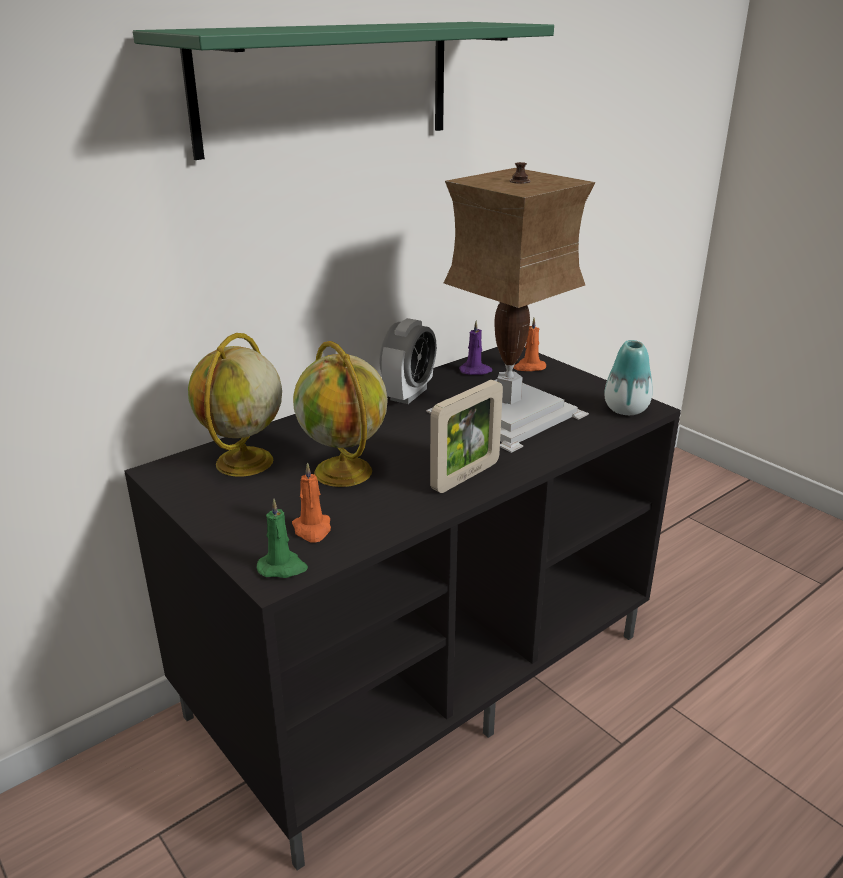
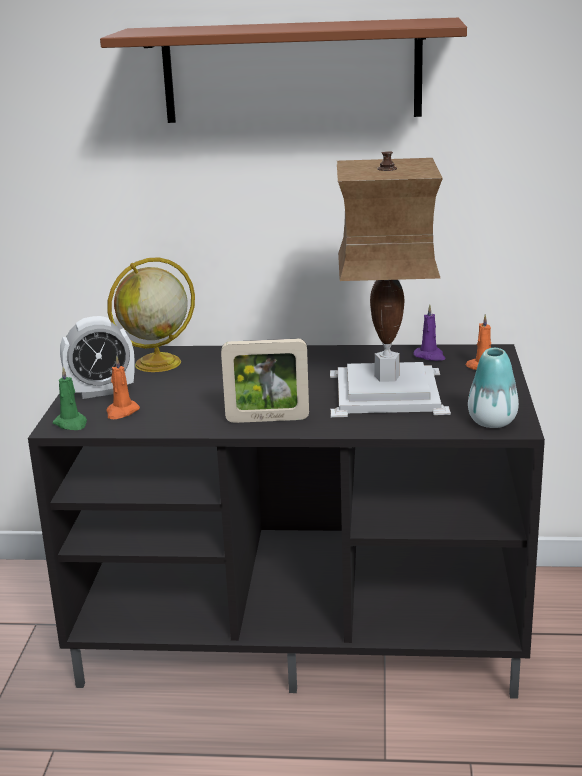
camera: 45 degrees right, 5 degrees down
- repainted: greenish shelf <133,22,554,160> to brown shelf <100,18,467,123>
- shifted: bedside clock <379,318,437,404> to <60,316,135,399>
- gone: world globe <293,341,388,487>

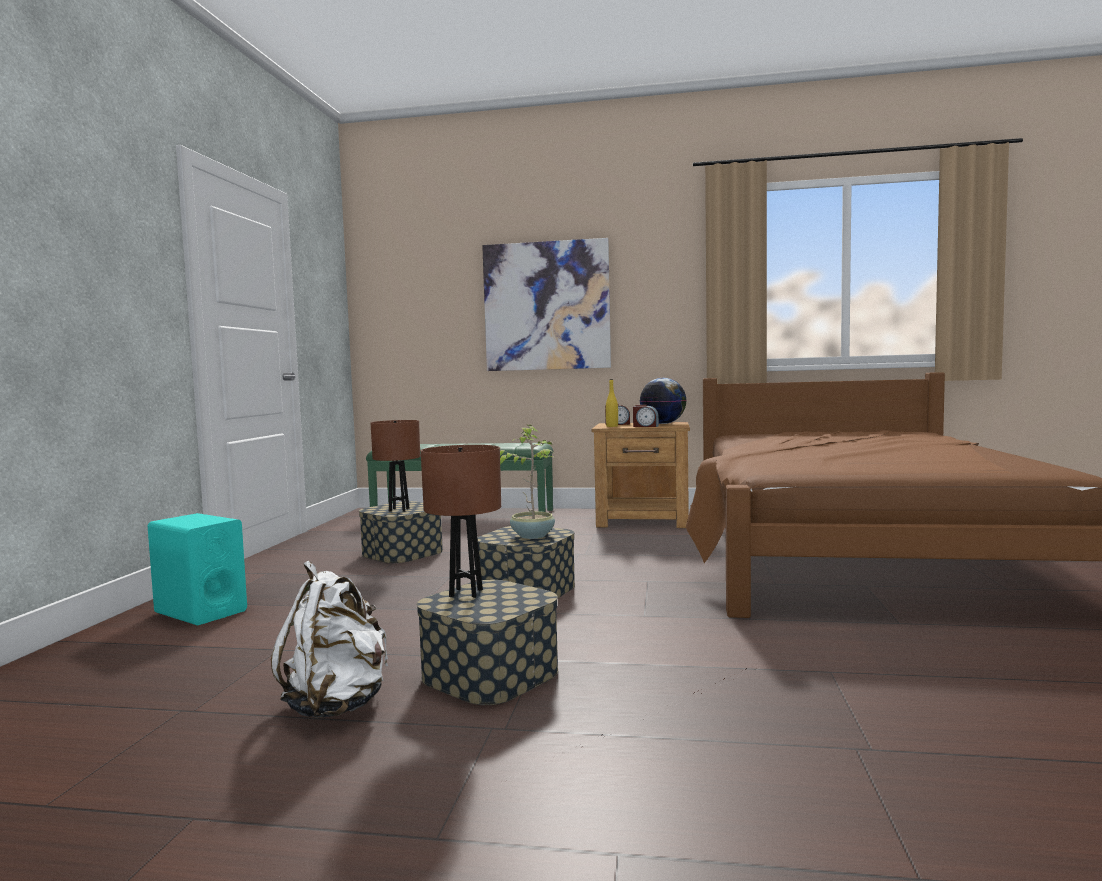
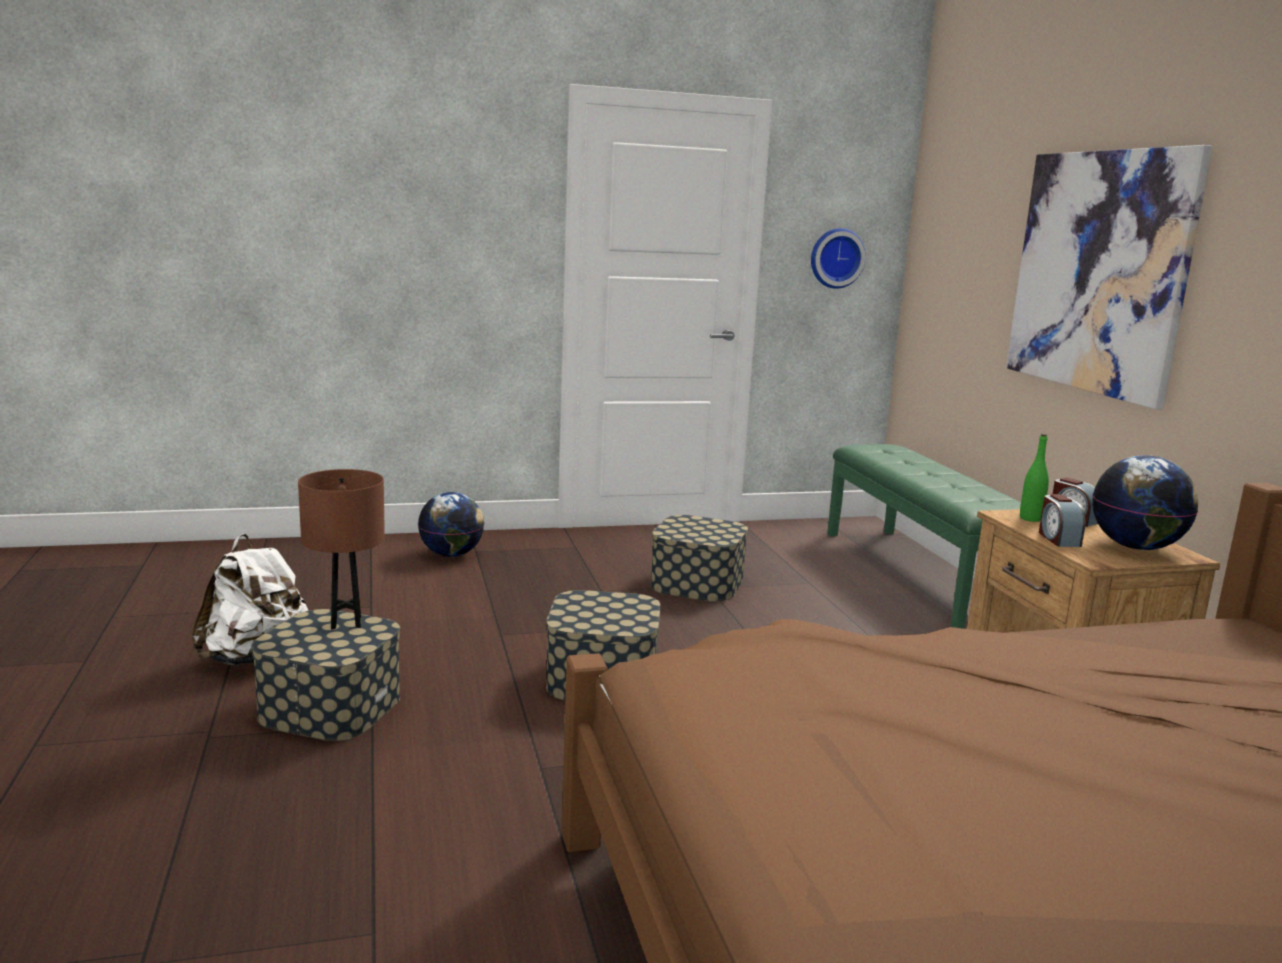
camera: 65 degrees right, 10 degrees up
- repainted: yellow-coloured beverage bottle <606,379,618,427> to greenish beverage bottle <1020,434,1049,522>
- gone: brown tabletop lamp <371,420,420,512>
- gone: plant in a pot <500,425,556,539>
- swapped: blue-green loudspeaker <148,513,247,625> to world globe <418,492,484,557>
- new: clock on the wall <811,228,866,289>

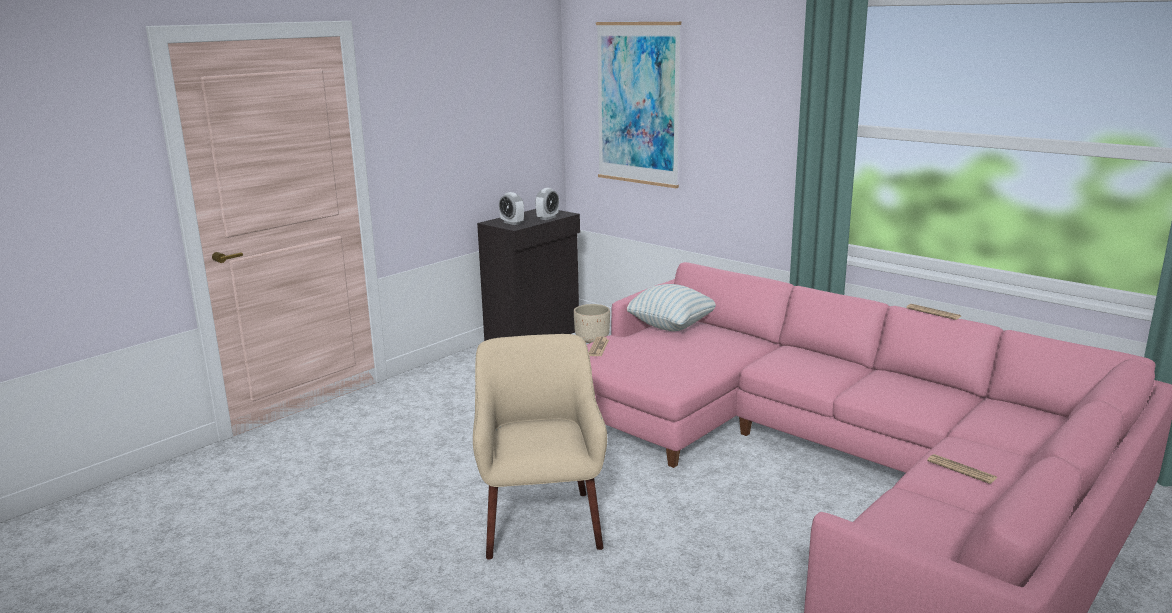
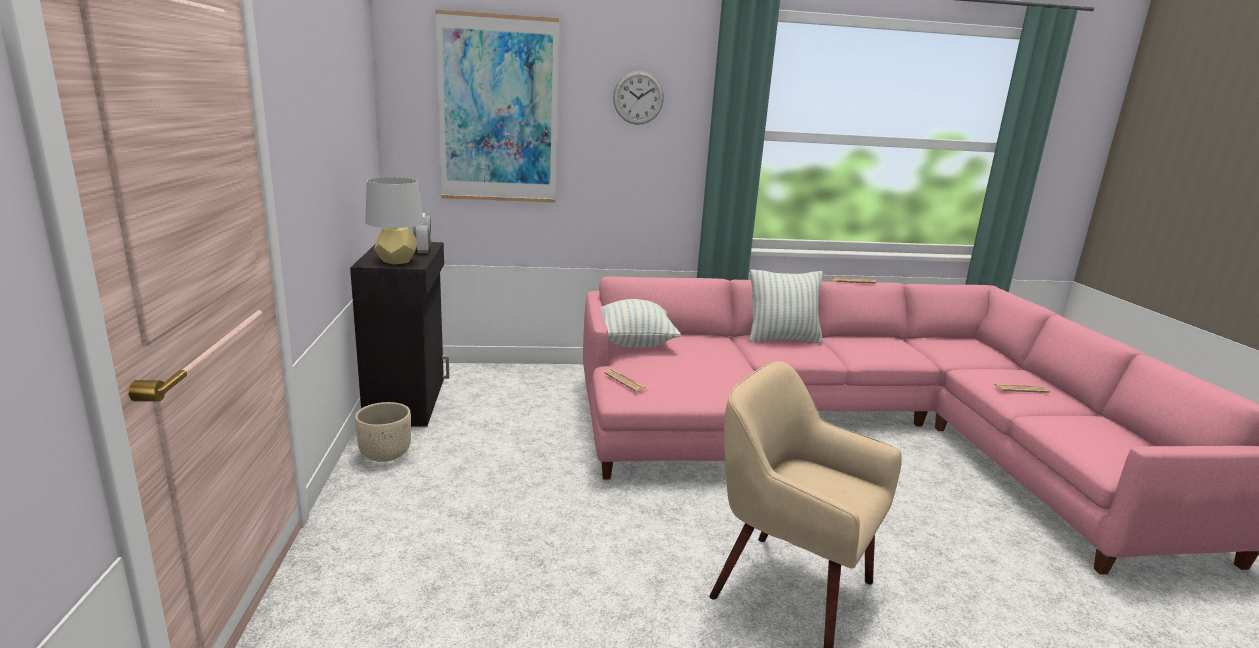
camera: 50 degrees left, 0 degrees up
- swapped: bedside clock <499,192,524,225> to gray tabletop lamp <365,177,424,265>
- shifted: beige flower pot <574,304,610,343> to <355,402,411,462>
- new: clock on the wall <613,71,664,125>
- new: throw pillow <749,269,823,343>

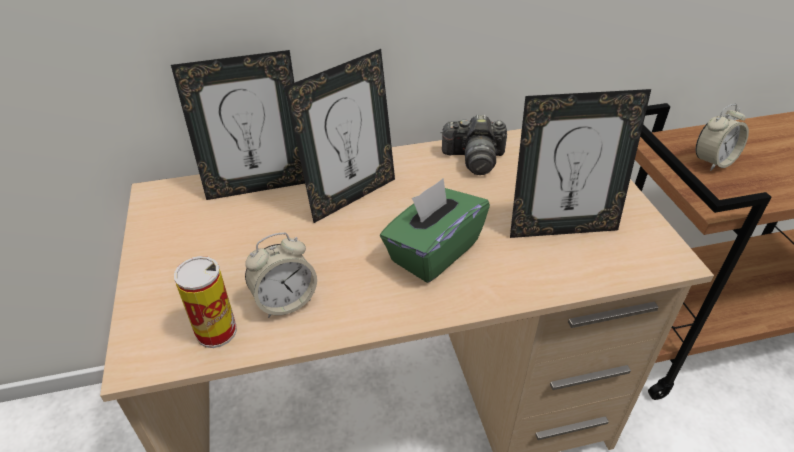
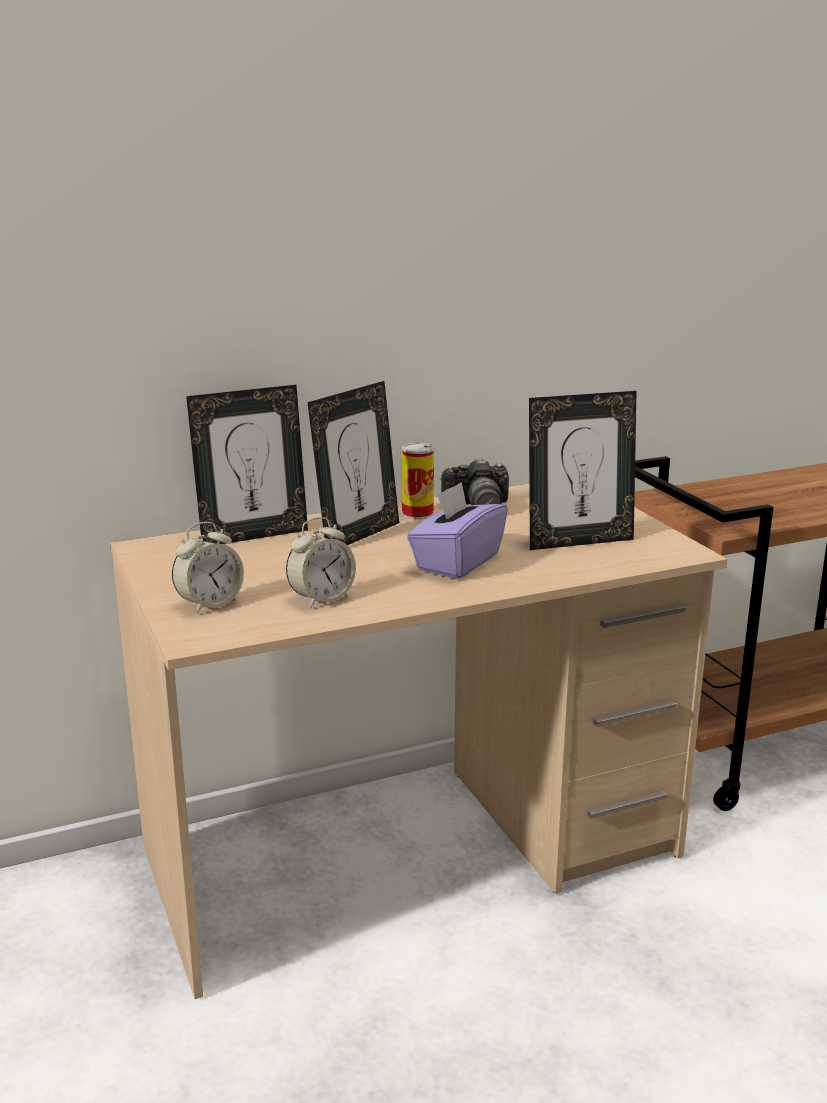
camera: 10 degrees left, 20 degrees down
- shifted: bedside clock <696,104,749,171> to <172,522,244,614>
- repainted: greenish tissue holder <380,178,490,283> to purplish tissue holder <407,482,508,579>
- shifted: metal can <174,256,237,348> to <402,443,434,520>

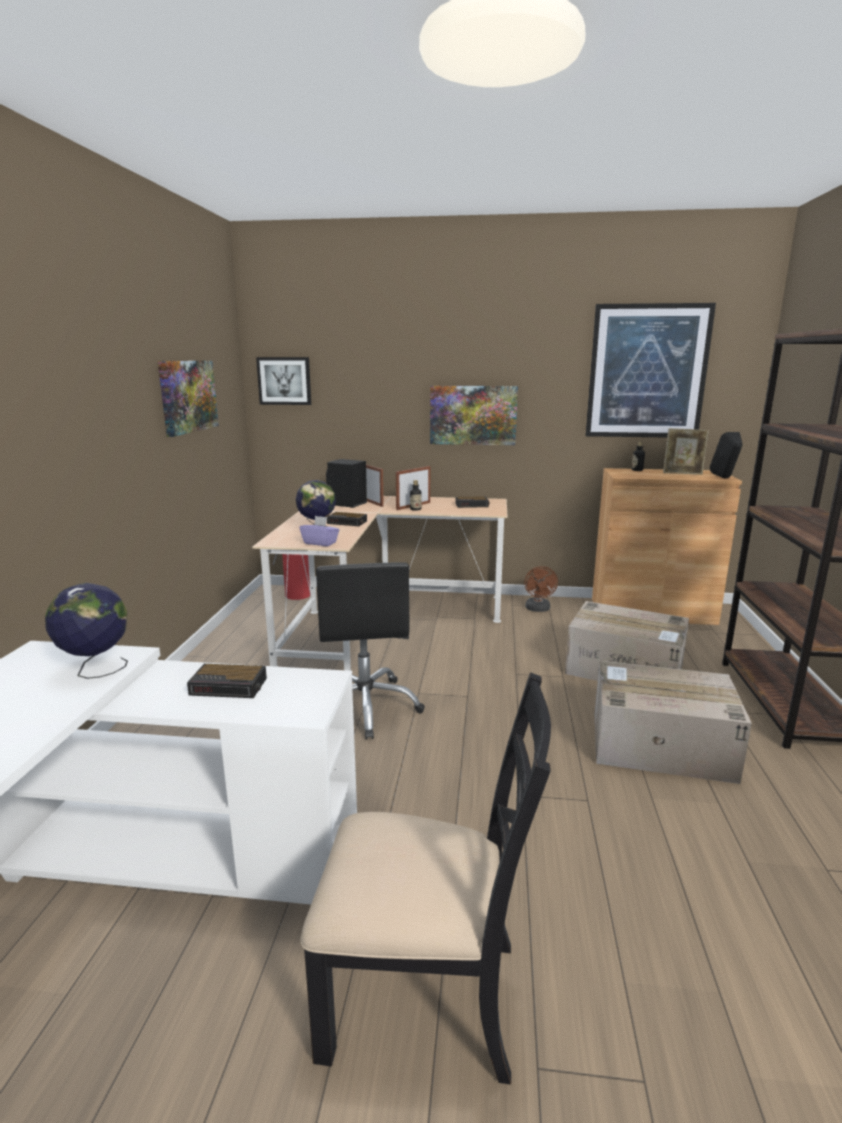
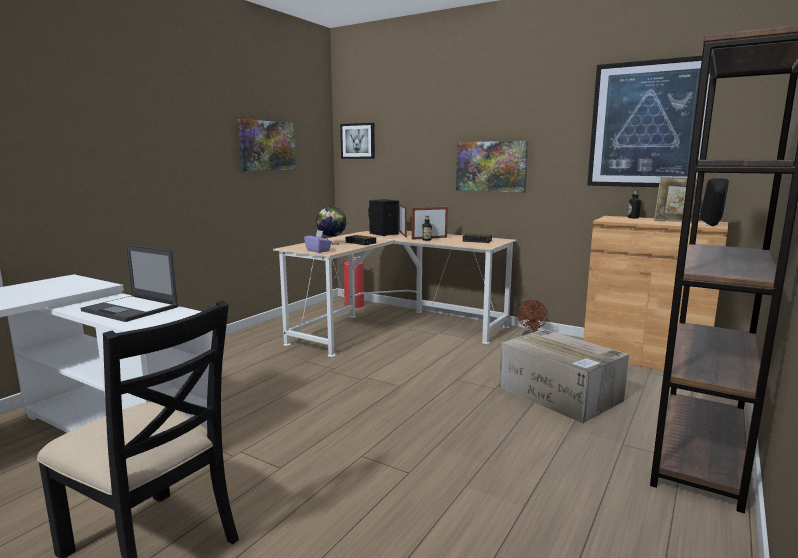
camera: 25 degrees right, 5 degrees down
- gone: black desk chair <316,563,425,739>
- gone: world globe <45,583,128,679>
- gone: carton <594,661,752,784>
- swapped: bedside clock <187,664,267,698> to laptop <80,245,178,322>

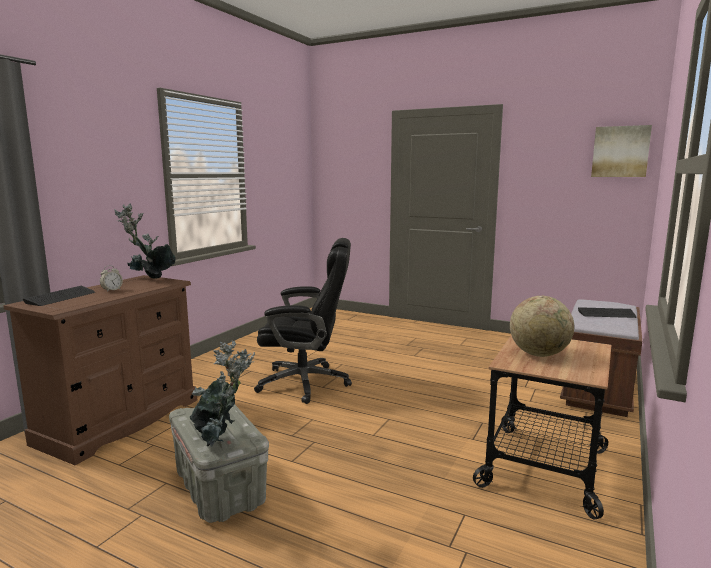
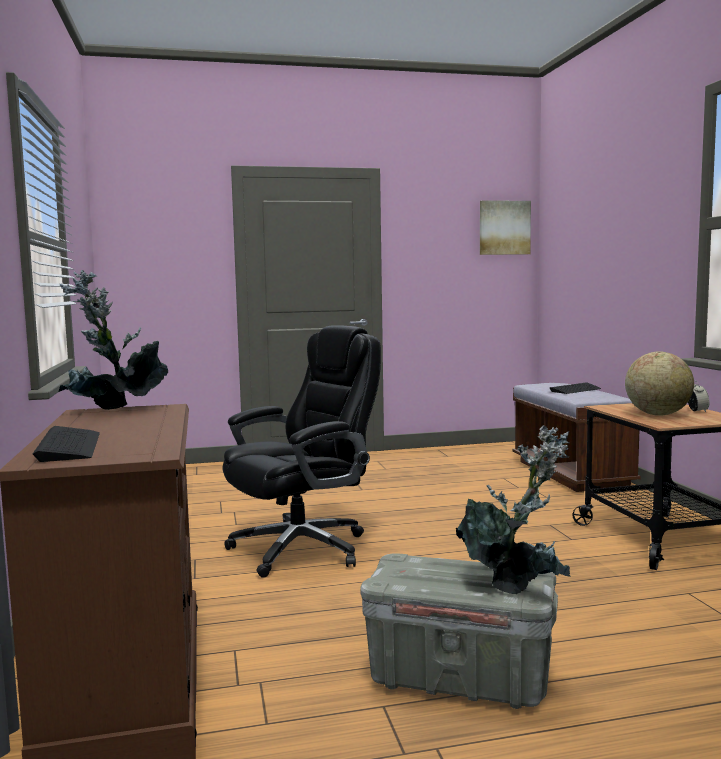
camera: 40 degrees left, 5 degrees down
- shifted: bedside clock <100,265,123,292> to <688,380,709,412>

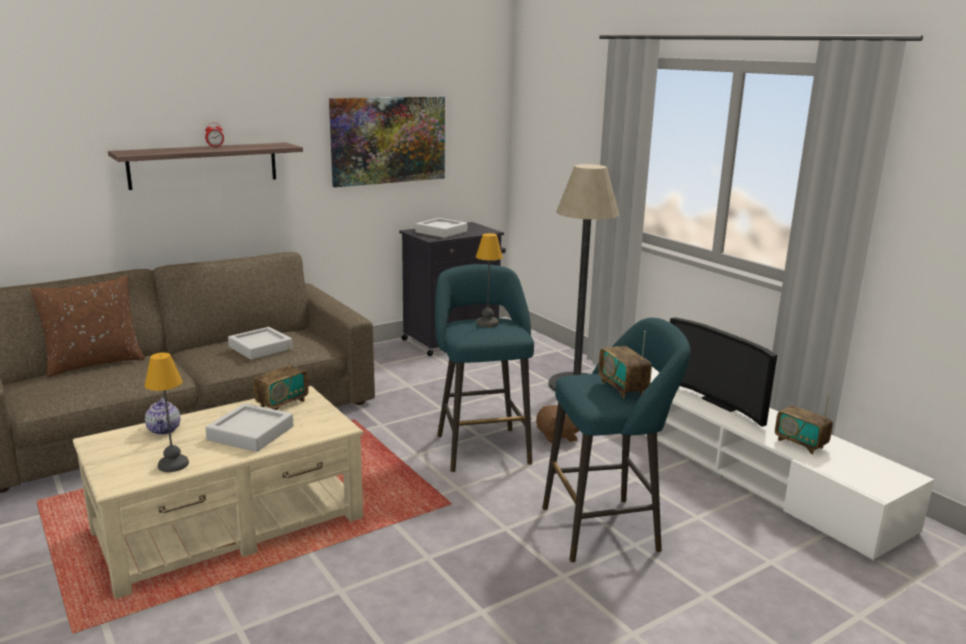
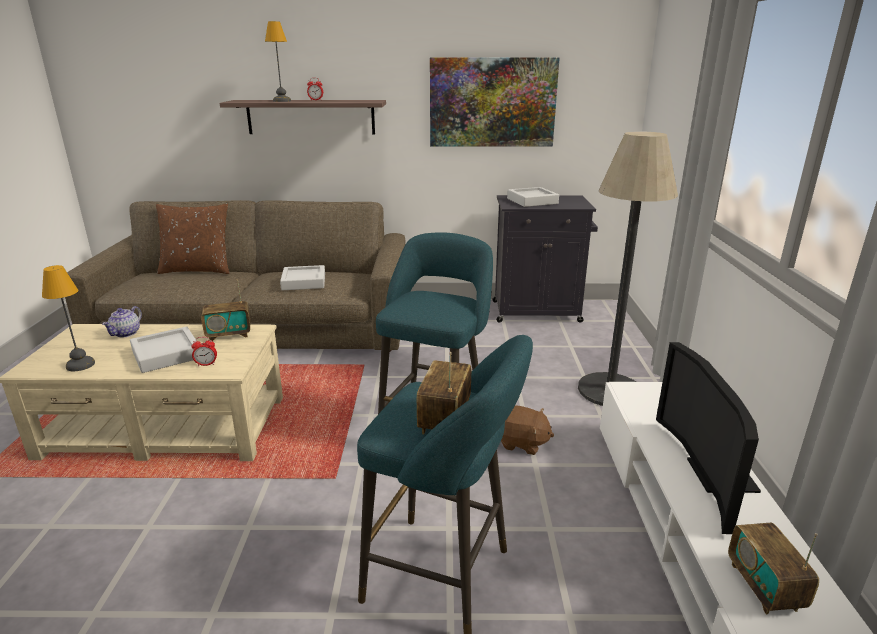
camera: 35 degrees right, 5 degrees up
- shifted: tabletop lamp <476,233,503,327> to <265,21,291,102>
- new: bedside clock <191,337,217,366>

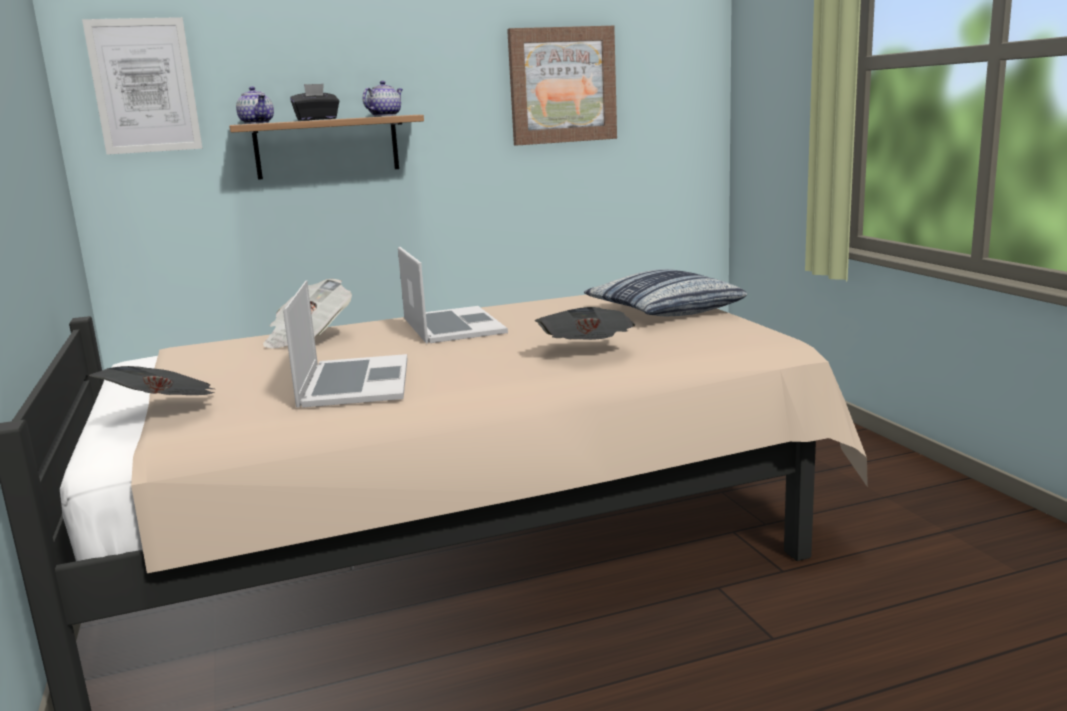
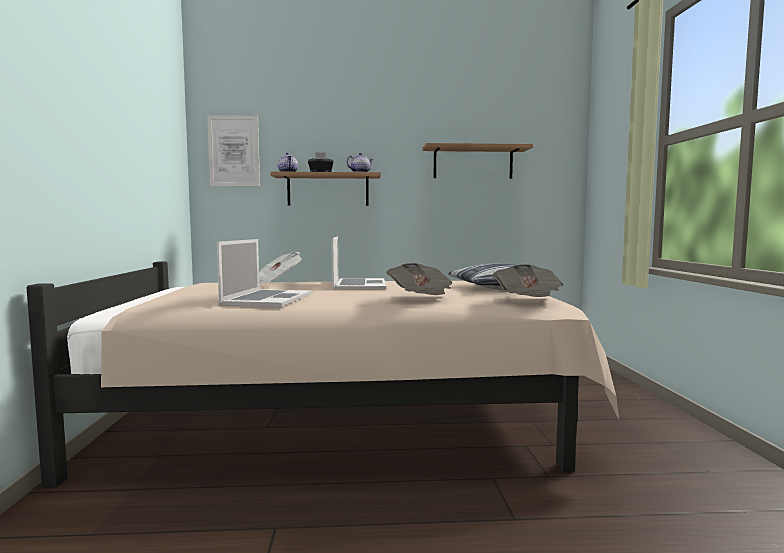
camera: 15 degrees right, 10 degrees down
- swapped: wall art <507,26,617,146> to shelf <423,143,533,179>
- shifted: daily paper <89,366,215,395> to <493,264,563,297>

